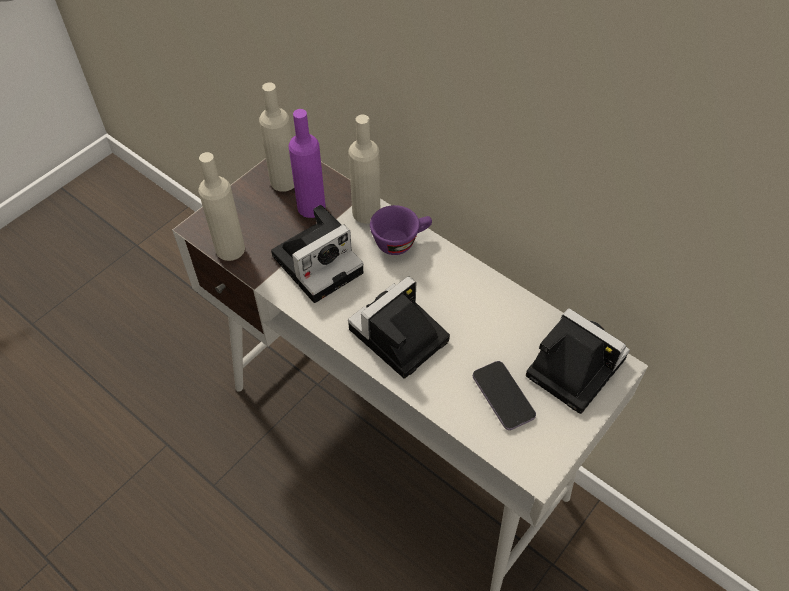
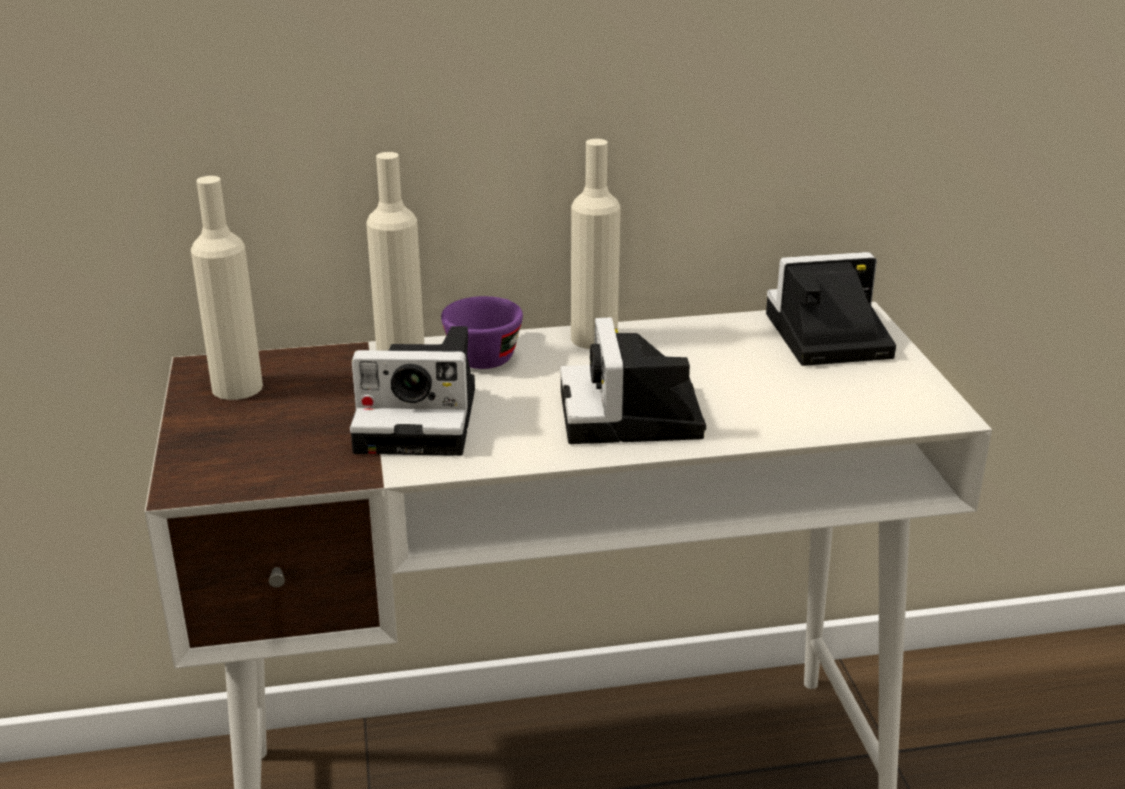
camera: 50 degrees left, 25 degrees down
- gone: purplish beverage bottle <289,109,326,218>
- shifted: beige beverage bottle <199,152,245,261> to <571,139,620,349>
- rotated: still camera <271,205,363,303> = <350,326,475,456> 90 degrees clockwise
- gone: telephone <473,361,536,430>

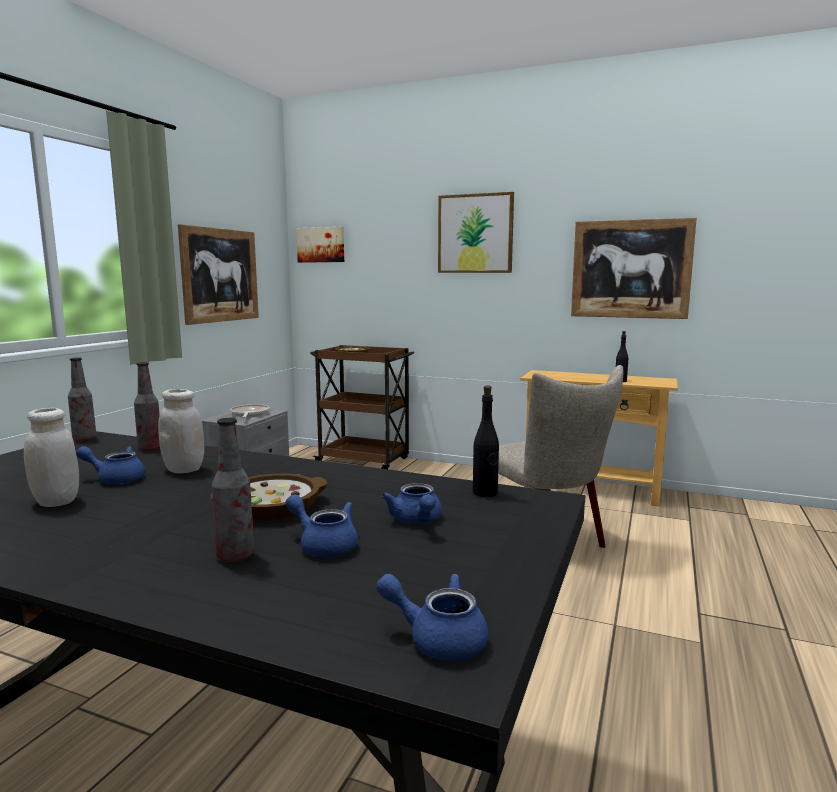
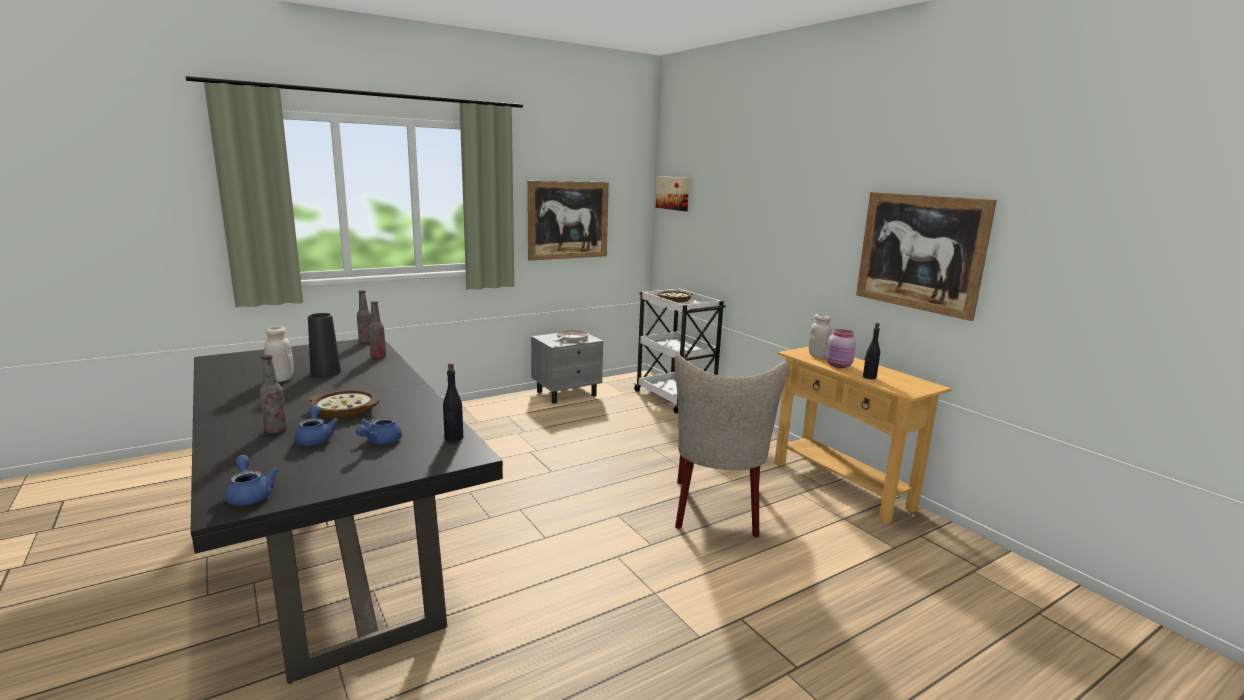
camera: 35 degrees right, 5 degrees up
- gone: wall art <438,192,514,273>
- repainted: brown cart <310,345,414,469> to whitish cart <634,288,726,413>
- shifted: whitish preserve jar <158,389,204,473> to <808,314,832,358>
- swapped: bluish pot for tea <76,446,145,484> to black flower vase <308,313,341,377>
- new: pinkish preserve jar <826,329,856,368>

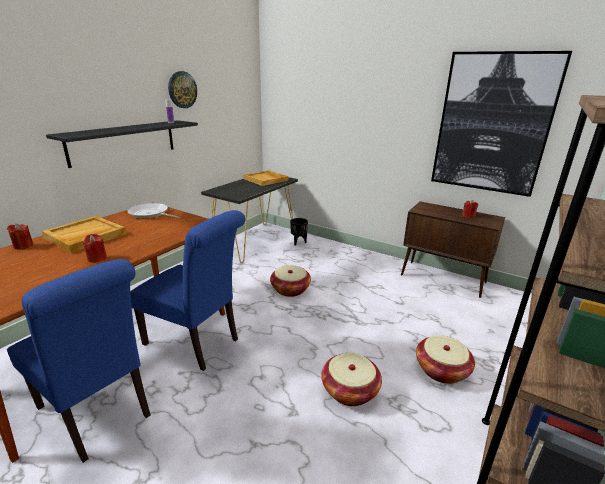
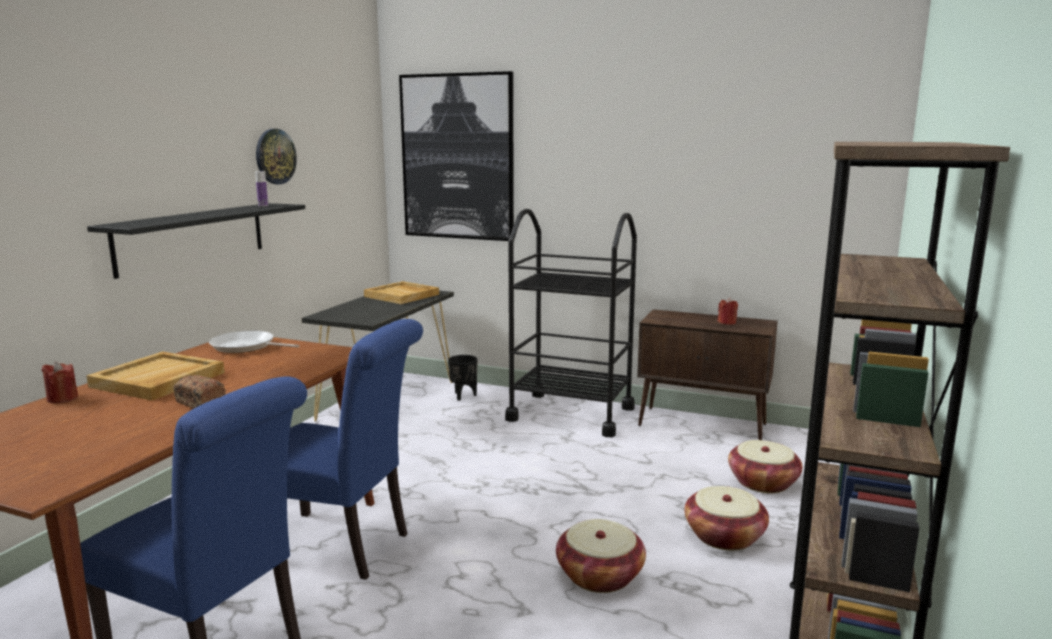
camera: 10 degrees left, 10 degrees down
- shifted: wall art <431,51,572,197> to <399,71,514,241>
- swapped: reddish candle <83,234,107,263> to bread <173,375,226,409>
- shifted: household basket <270,265,311,297> to <728,440,803,493>
- new: black cart <505,209,637,437>

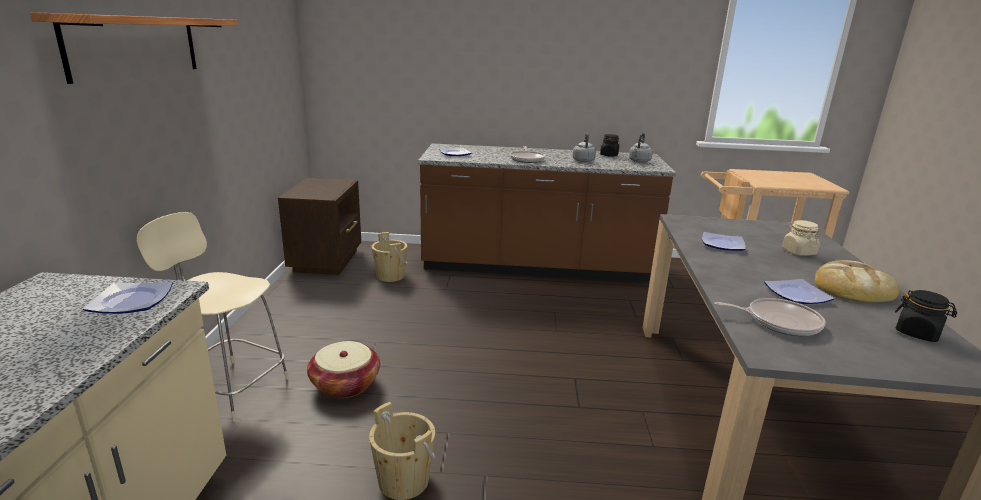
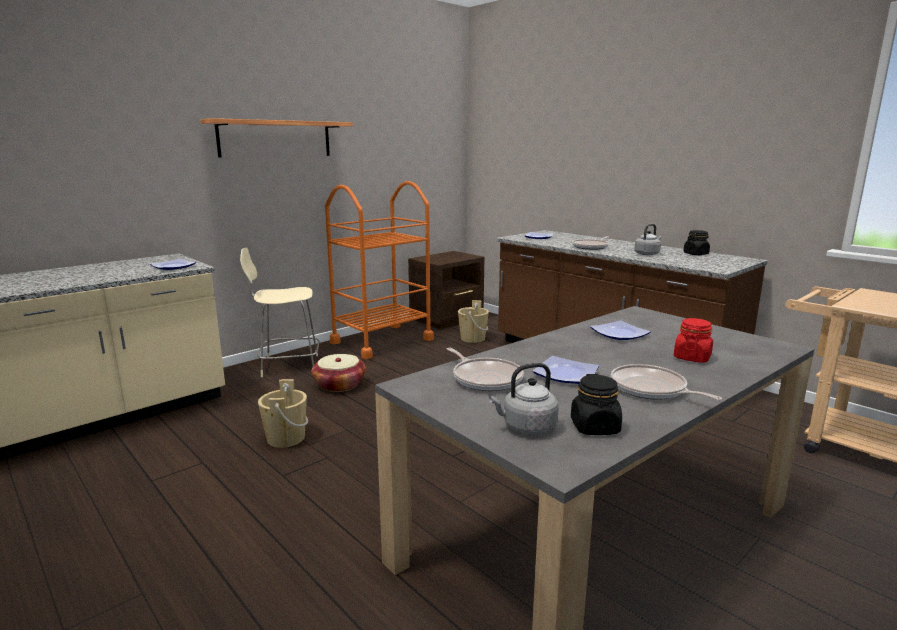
camera: 45 degrees right, 5 degrees down
- shifted: gray kettle <629,133,653,163> to <489,363,559,434>
- rotated: beige chair <136,212,289,422> = <240,248,320,377> 75 degrees counterclockwise
- repainted: beige preserve jar <782,220,820,256> to reddish preserve jar <674,318,713,363>
- swapped: bread <814,260,899,302> to frying pan <611,364,723,400>
- new: orangey cart <325,181,434,359>

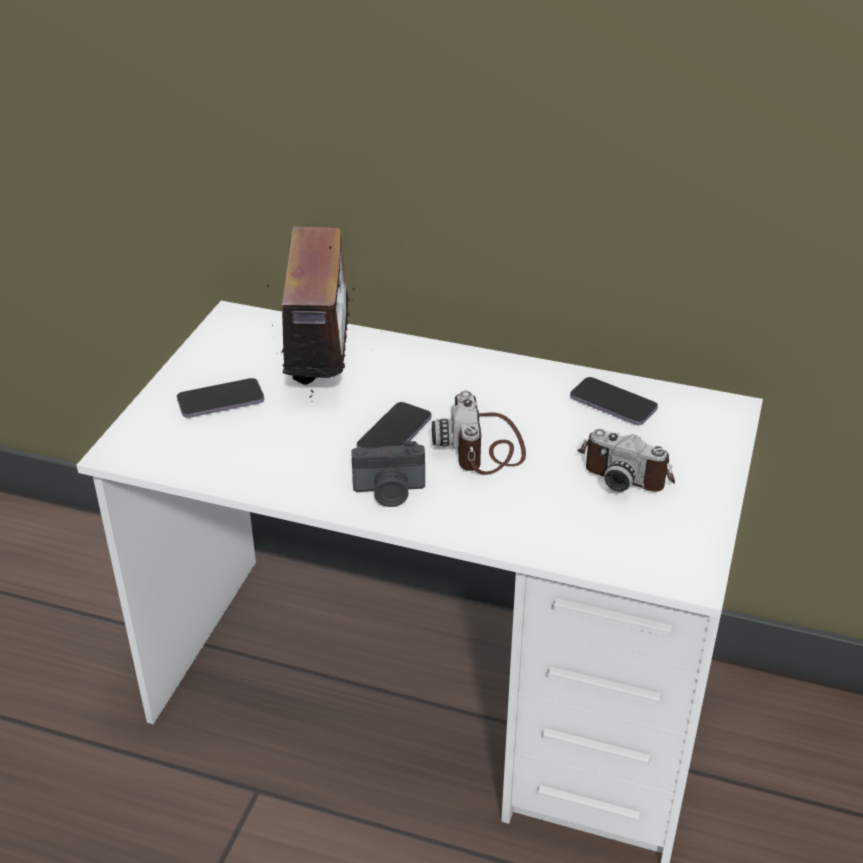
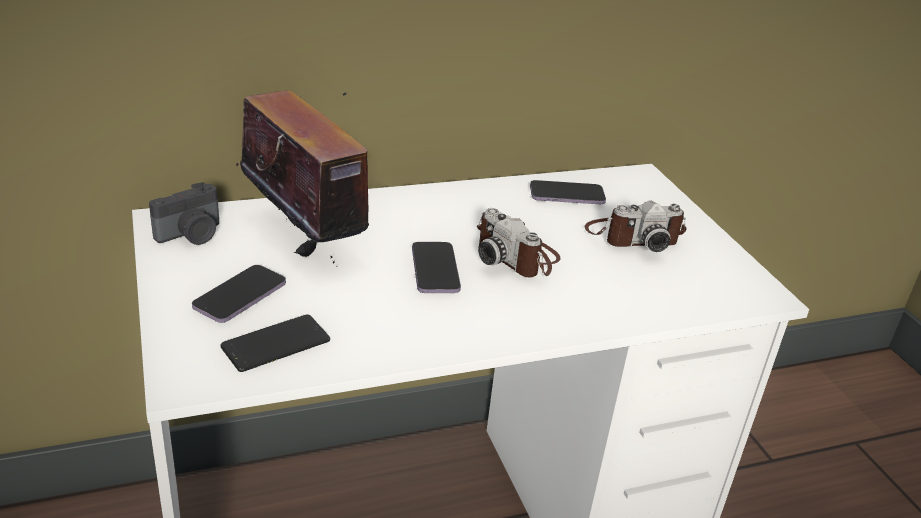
camera: 40 degrees left, 5 degrees down
- shifted: still camera <351,441,425,507> to <149,182,219,245>
- new: telephone <221,315,330,372>

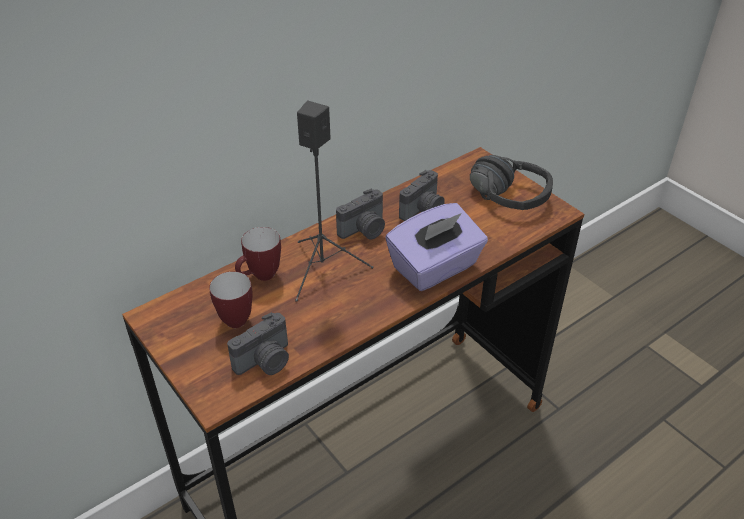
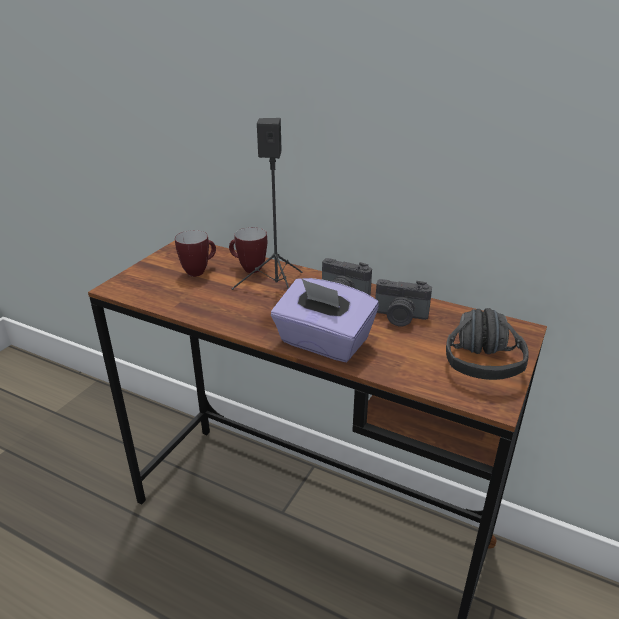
camera: 65 degrees right, 10 degrees down
- gone: still camera <227,312,289,375>

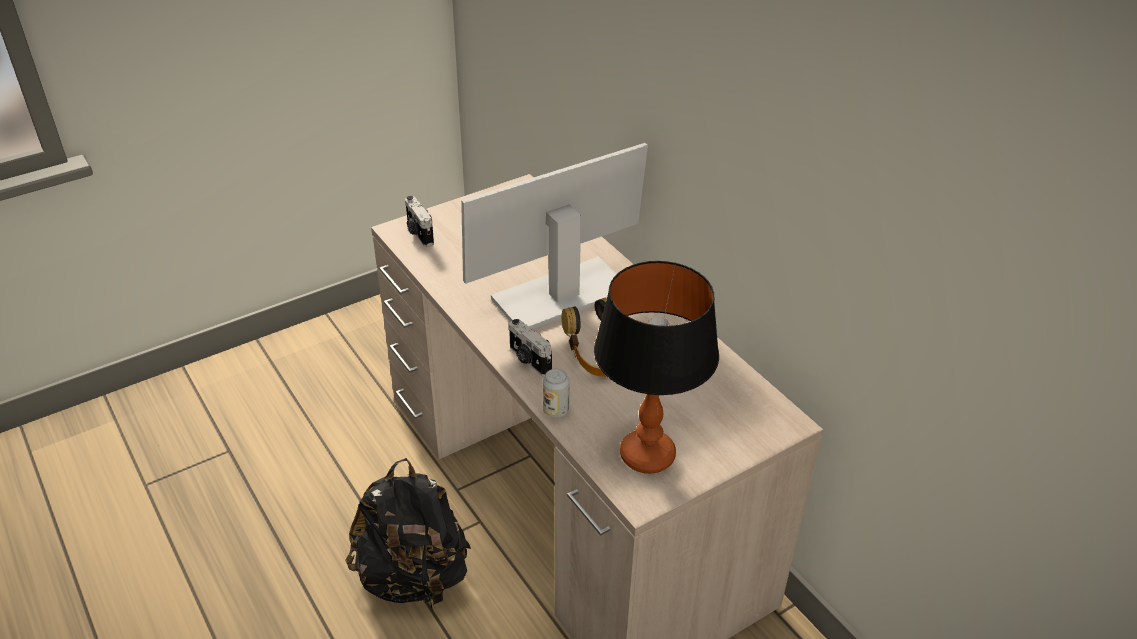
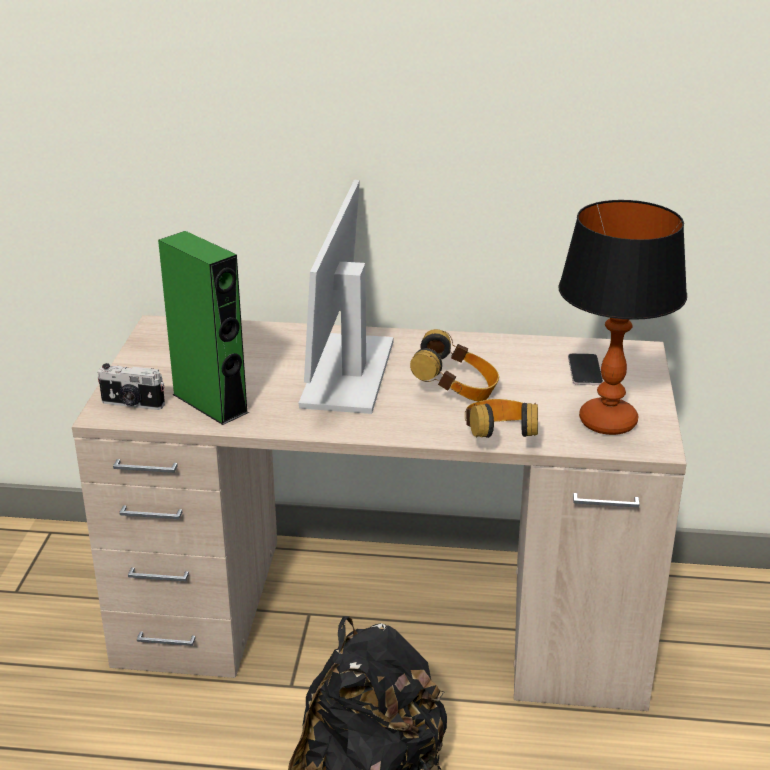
camera: 50 degrees left, 10 degrees down
- gone: still camera <509,319,552,376>
- swapped: metal can <543,369,569,418> to headphones <465,399,538,438>
- new: greenish loudspeaker <158,231,249,425>
- new: telephone <568,353,603,385>

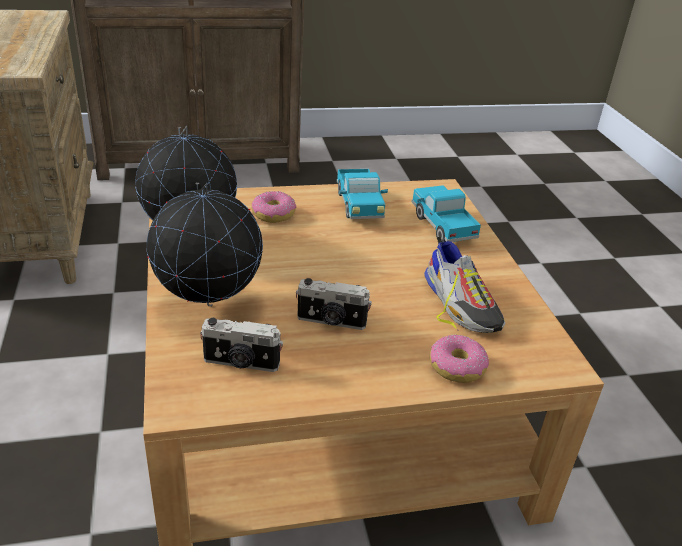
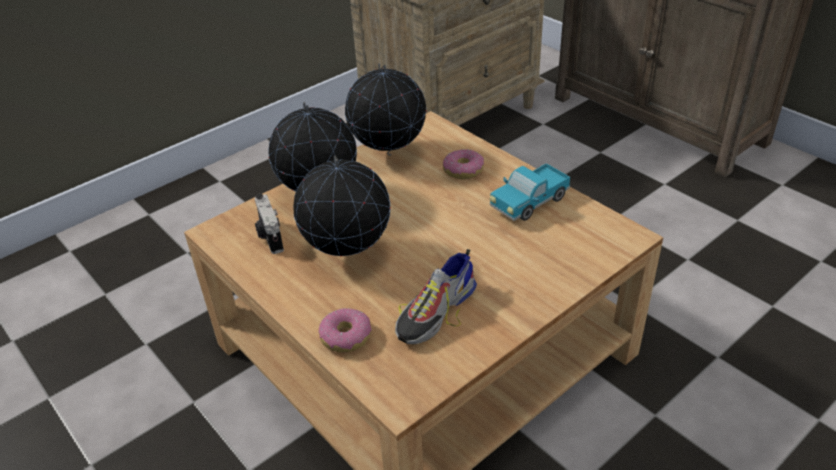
camera: 65 degrees right, 5 degrees up
- gone: model truck <412,186,481,242>
- swapped: still camera <296,278,372,330> to world globe <293,156,391,256>

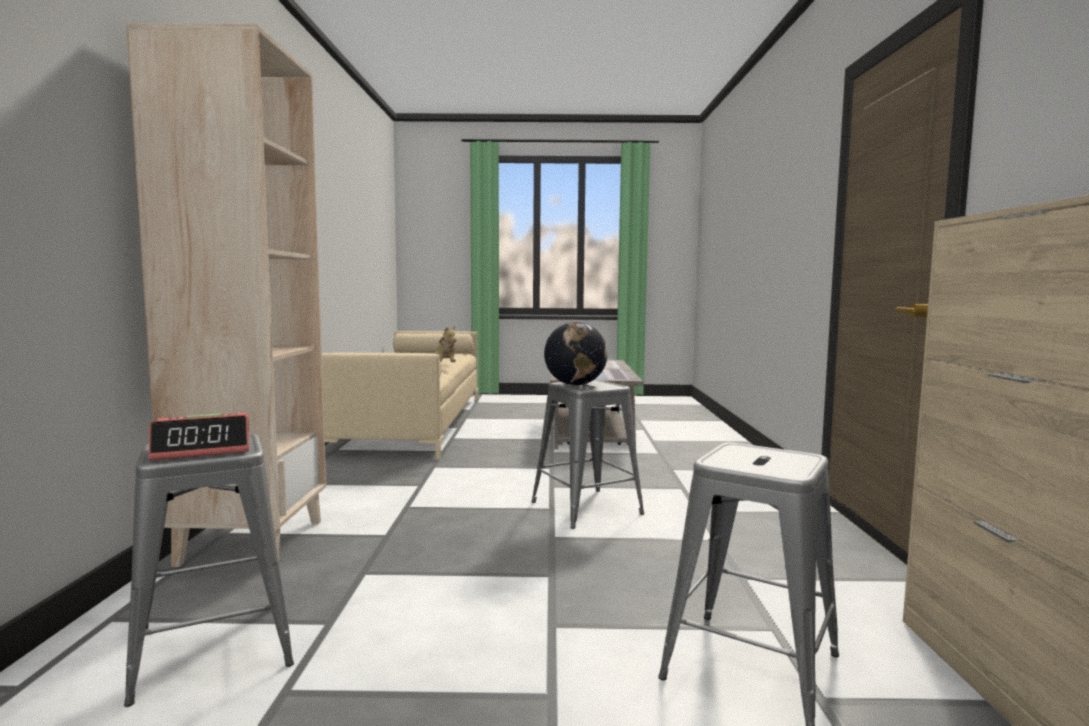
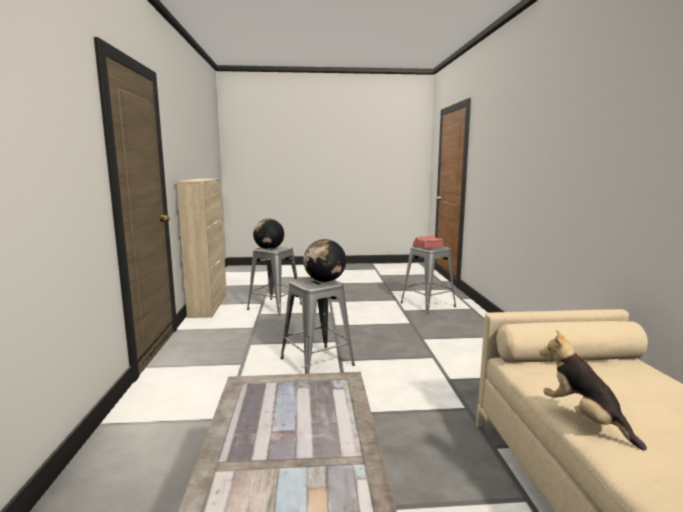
camera: 175 degrees right, 5 degrees up
- gone: beige shelving unit <126,23,326,567>
- new: world globe <253,219,284,249>

